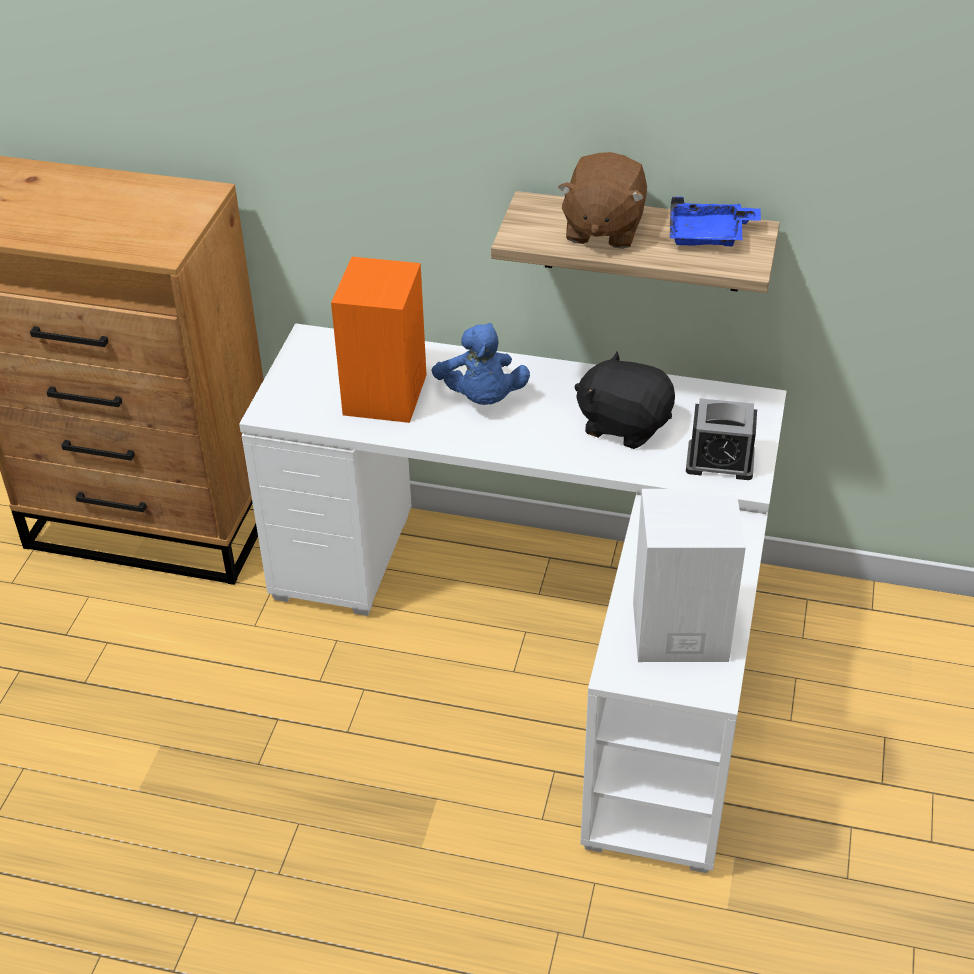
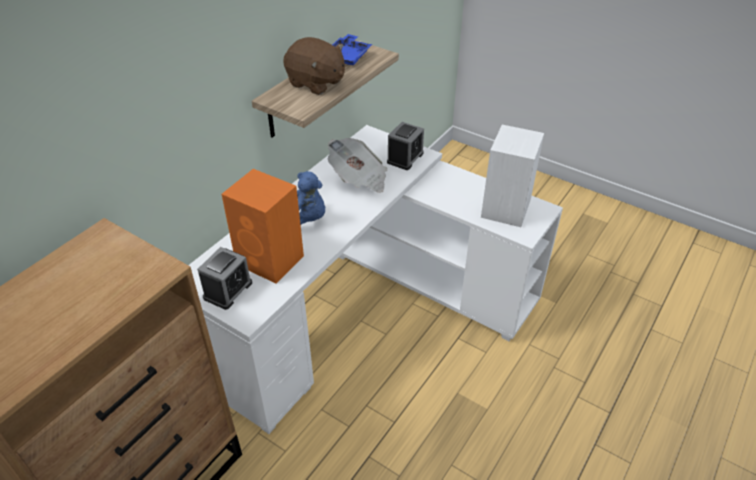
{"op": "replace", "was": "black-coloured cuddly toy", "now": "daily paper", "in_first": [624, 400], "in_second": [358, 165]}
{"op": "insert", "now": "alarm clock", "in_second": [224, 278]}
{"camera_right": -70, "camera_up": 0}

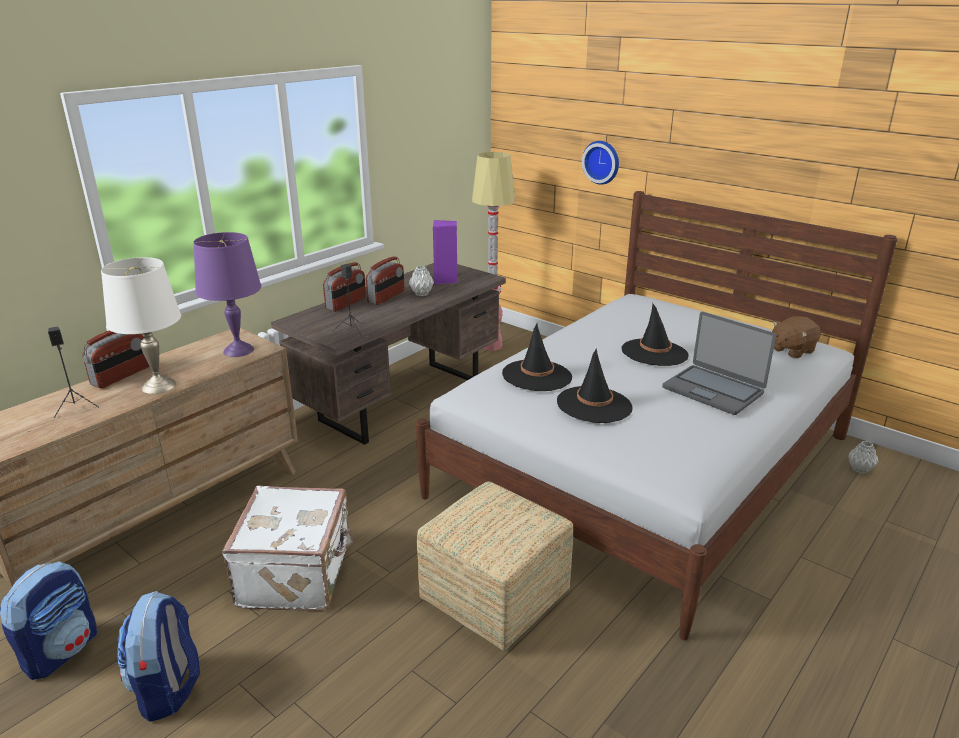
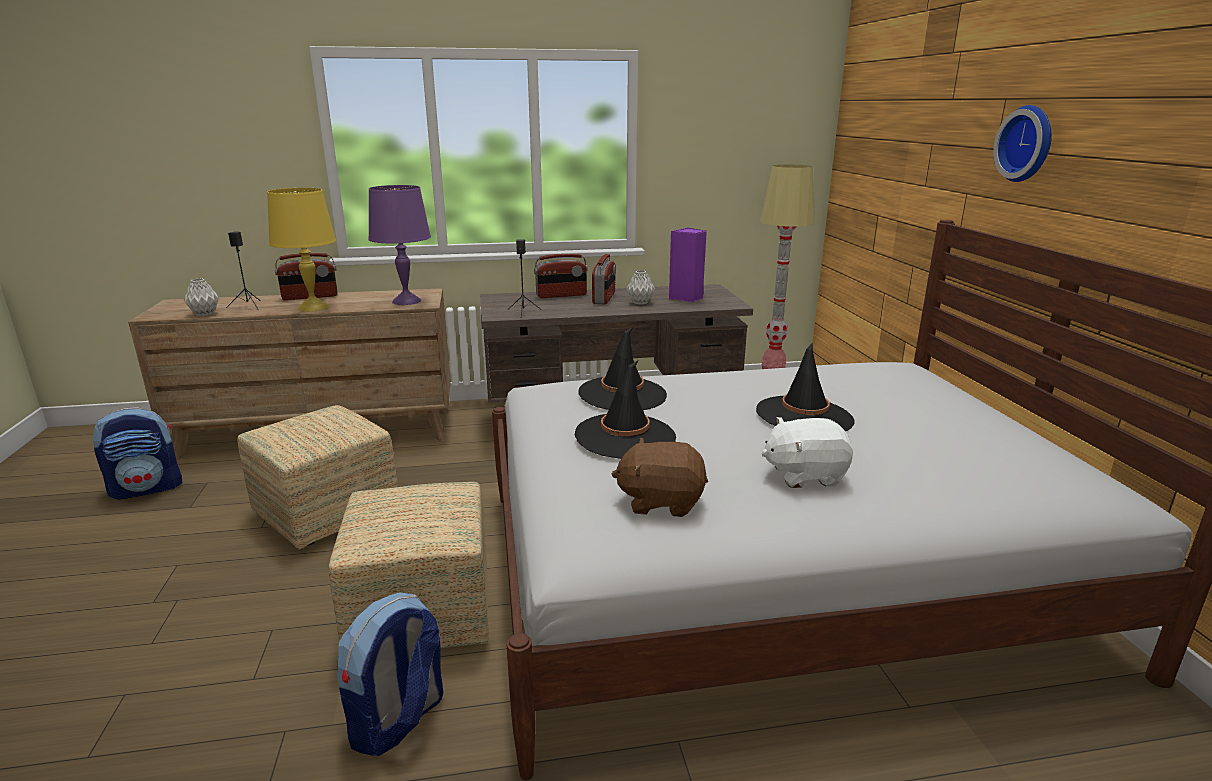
{"op": "recolor", "was": "whitish tabletop lamp", "now": "yellowish tabletop lamp", "in_first": [141, 325], "in_second": [301, 250]}
{"op": "move", "was": "rucksack", "in_first": [158, 656], "in_second": [390, 674]}
{"op": "replace", "was": "whitish travel case", "now": "pouffe", "in_first": [288, 548], "in_second": [317, 477]}
{"op": "rotate", "was": "radio set", "in_first": [385, 280], "in_second": [604, 279], "clockwise": -60}
{"op": "move", "was": "clock on the wall", "in_first": [600, 163], "in_second": [1022, 143]}
{"op": "replace", "was": "portable computer", "now": "whitish cuddly toy", "in_first": [719, 363], "in_second": [807, 452]}
{"op": "move", "was": "brownish cuddly toy", "in_first": [796, 337], "in_second": [660, 477]}
{"op": "move", "was": "gray decorative vase", "in_first": [863, 457], "in_second": [201, 297]}
{"camera_right": 40, "camera_up": -5}

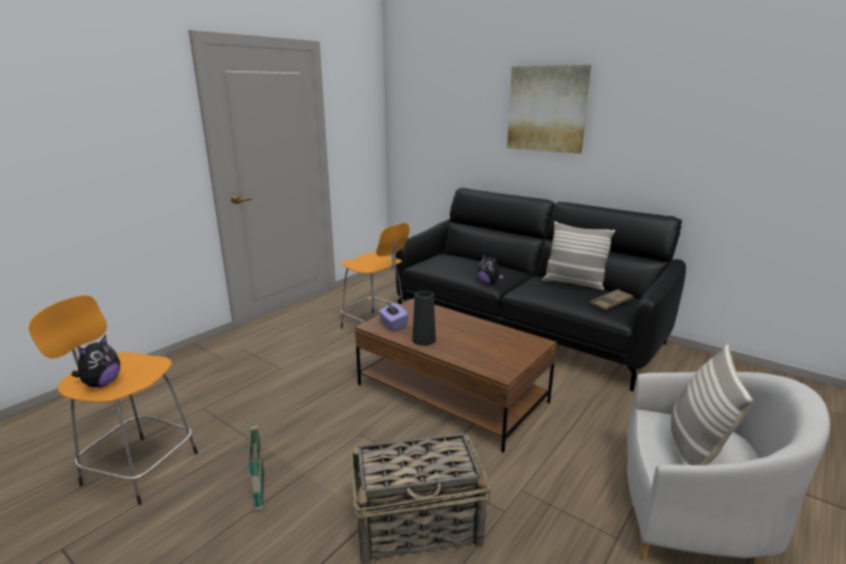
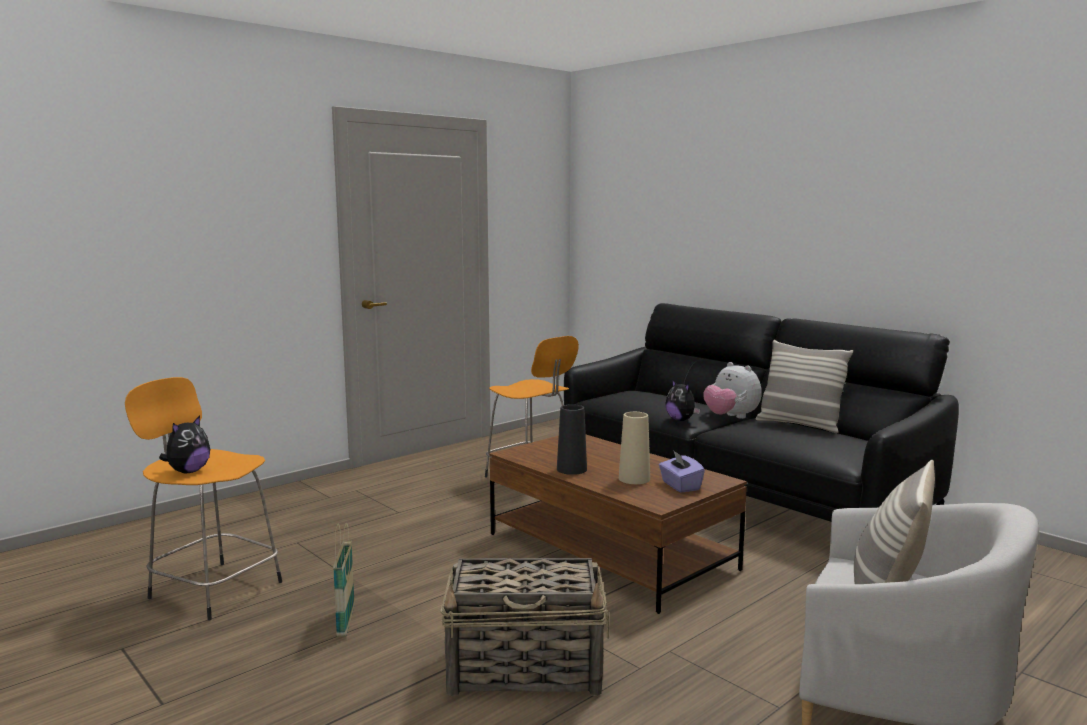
{"op": "move", "was": "purple box of tissues", "in_first": [393, 317], "in_second": [682, 471]}
{"op": "delete", "was": "wall picture", "in_first": [549, 109]}
{"op": "delete", "was": "brownish carrying tray", "in_first": [611, 300]}
{"op": "insert", "now": "sand-coloured decorative vase", "in_second": [634, 448]}
{"op": "insert", "now": "cuddly toy", "in_second": [732, 390]}
{"camera_right": 10, "camera_up": -10}

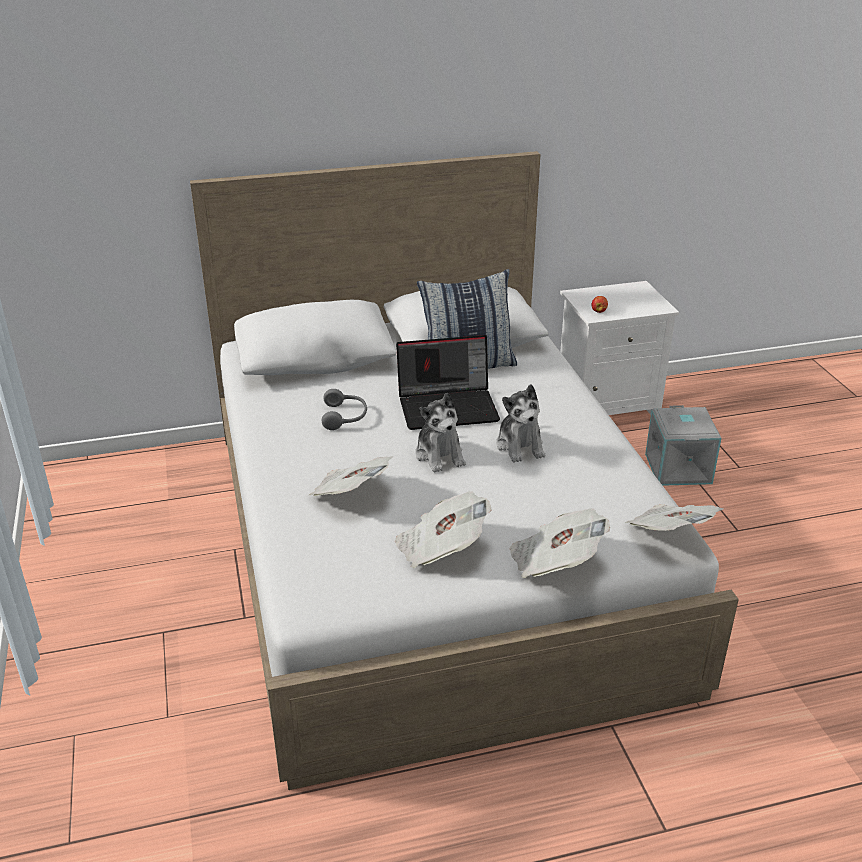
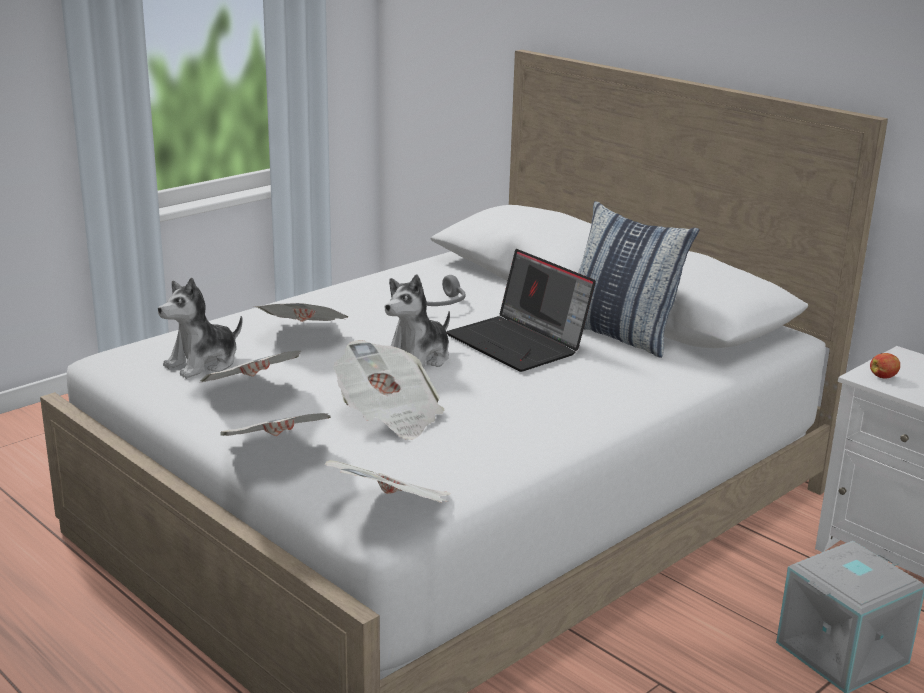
{"op": "move", "was": "cuddly toy", "in_first": [520, 423], "in_second": [200, 328]}
{"op": "insert", "now": "daily paper", "in_second": [389, 390]}
{"camera_right": 60, "camera_up": -10}

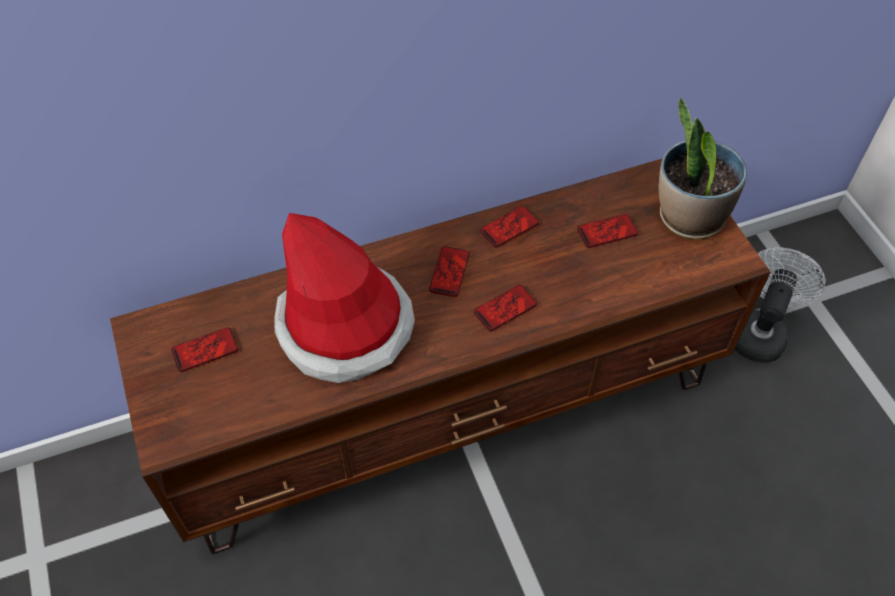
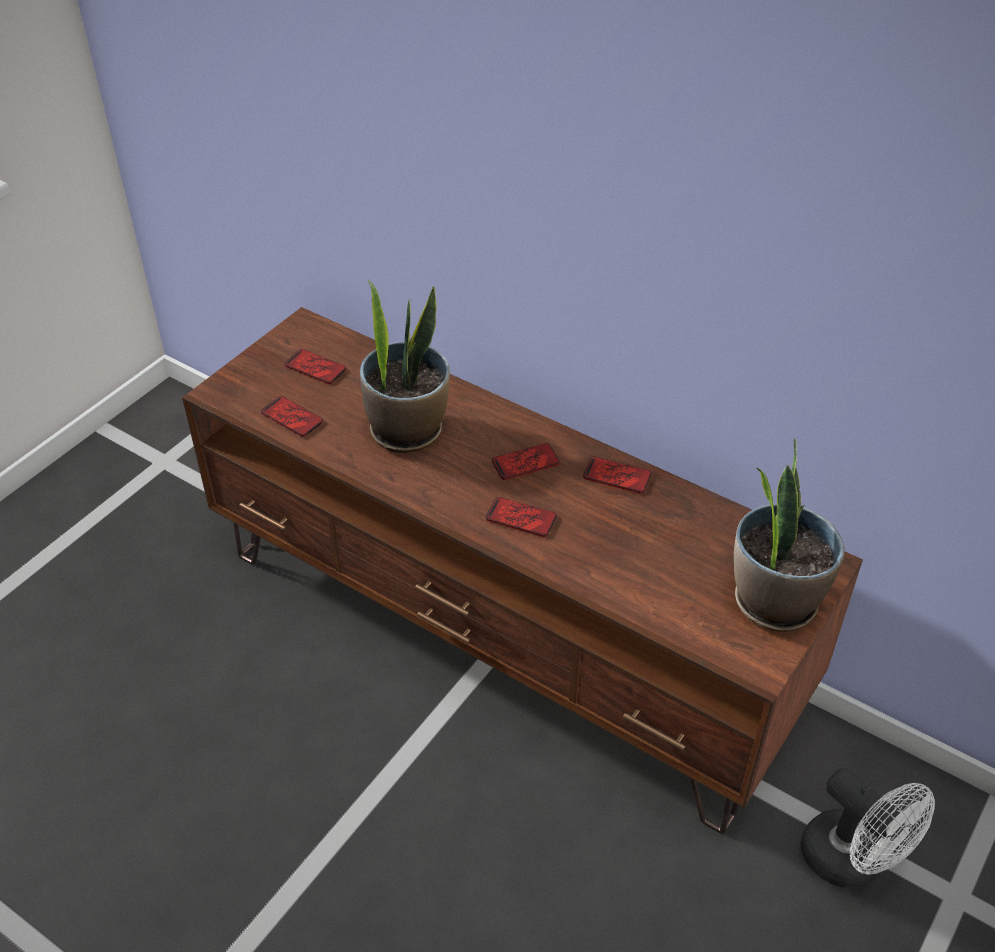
{"op": "replace", "was": "clothing hat", "now": "potted plant", "in_first": [344, 298], "in_second": [405, 366]}
{"op": "move", "was": "telephone", "in_first": [607, 231], "in_second": [292, 416]}
{"op": "rotate", "was": "whitish cooling fan", "in_first": [780, 305], "in_second": [867, 827], "clockwise": 60}
{"camera_right": 55, "camera_up": -10}

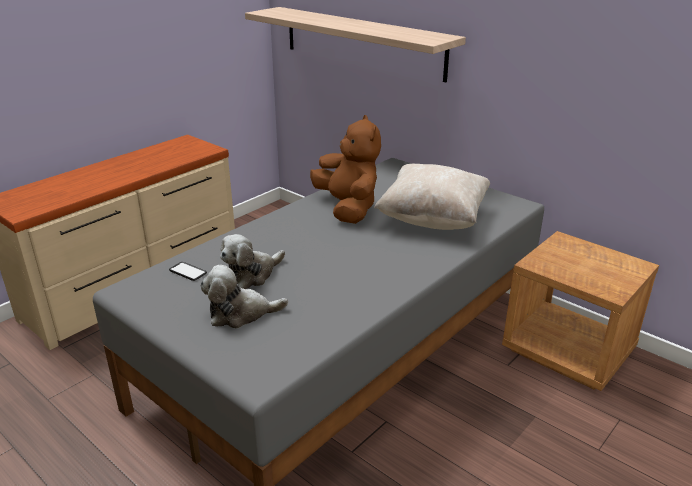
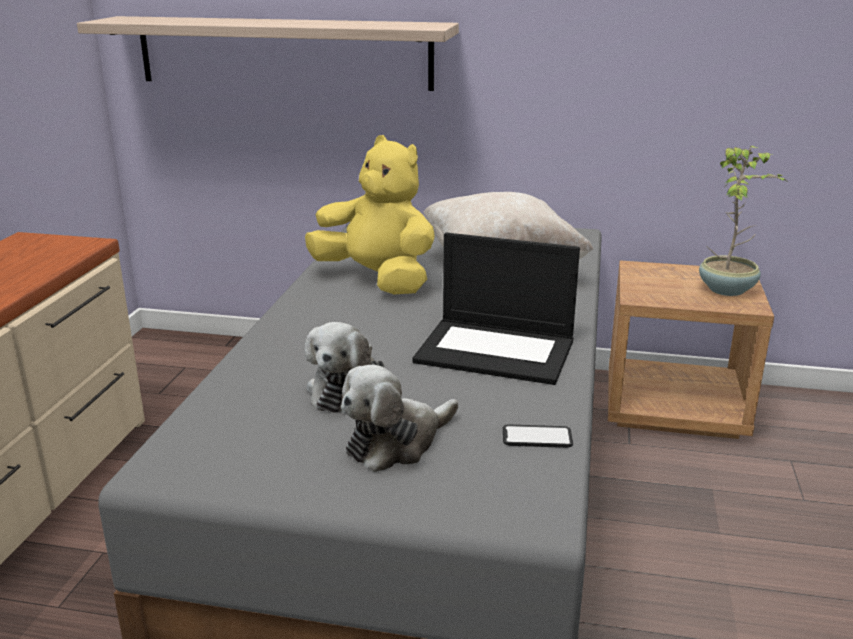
{"op": "move", "was": "telephone", "in_first": [188, 271], "in_second": [538, 436]}
{"op": "recolor", "was": "brownish cuddly toy", "now": "yellowish cuddly toy", "in_first": [345, 169], "in_second": [370, 214]}
{"op": "insert", "now": "portable computer", "in_second": [496, 309]}
{"op": "insert", "now": "potted plant", "in_second": [744, 221]}
{"camera_right": -30, "camera_up": -5}

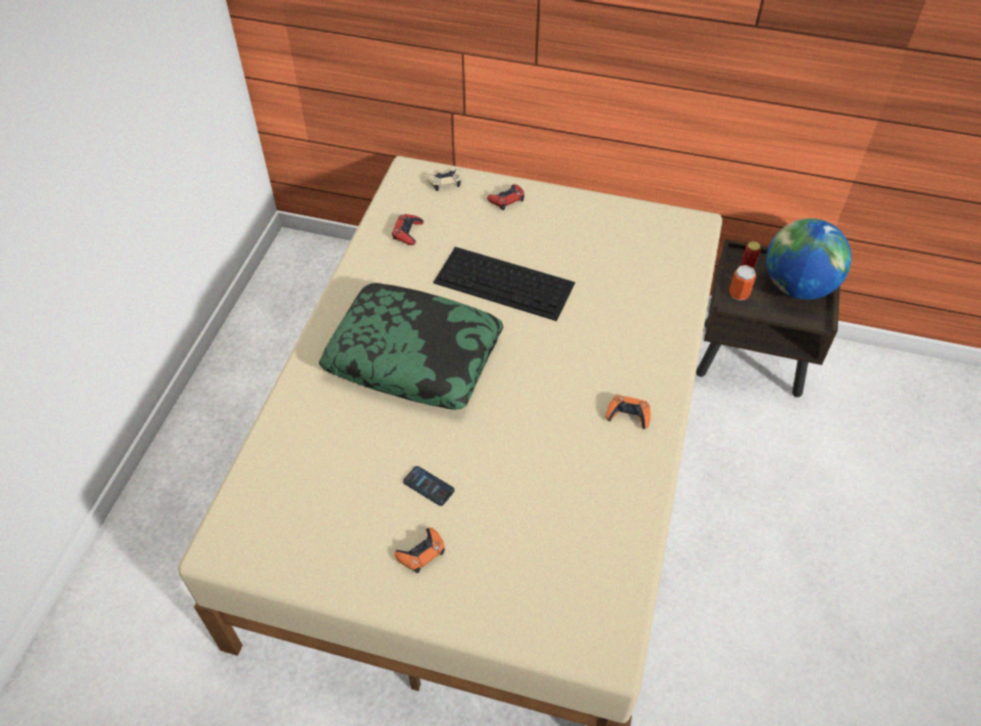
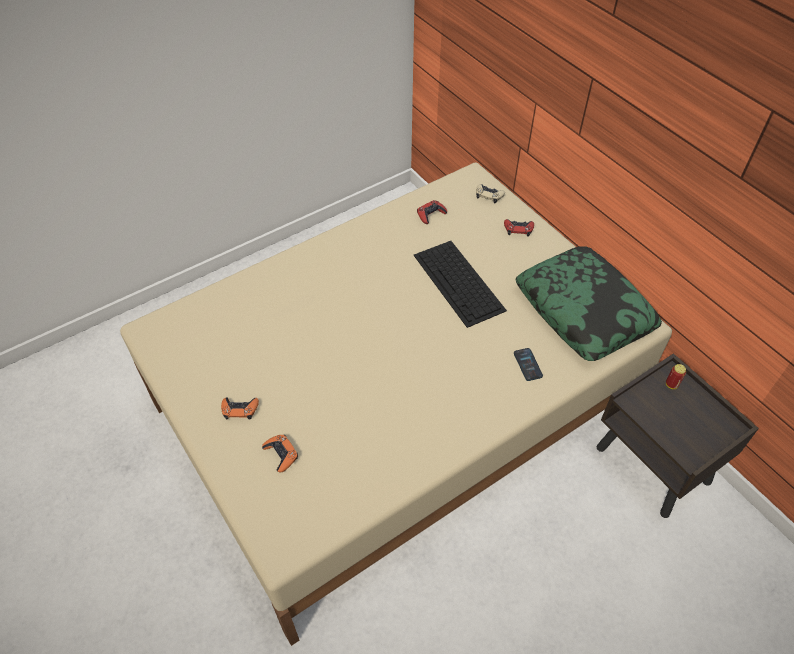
{"op": "move", "was": "cushion", "in_first": [411, 346], "in_second": [588, 303]}
{"op": "move", "was": "telephone", "in_first": [429, 486], "in_second": [528, 364]}
{"op": "move", "was": "orange-coloured joypad", "in_first": [628, 412], "in_second": [280, 454]}
{"op": "delete", "was": "metal can", "in_first": [742, 282]}
{"op": "delete", "was": "desk globe", "in_first": [809, 259]}
{"camera_right": 40, "camera_up": 0}

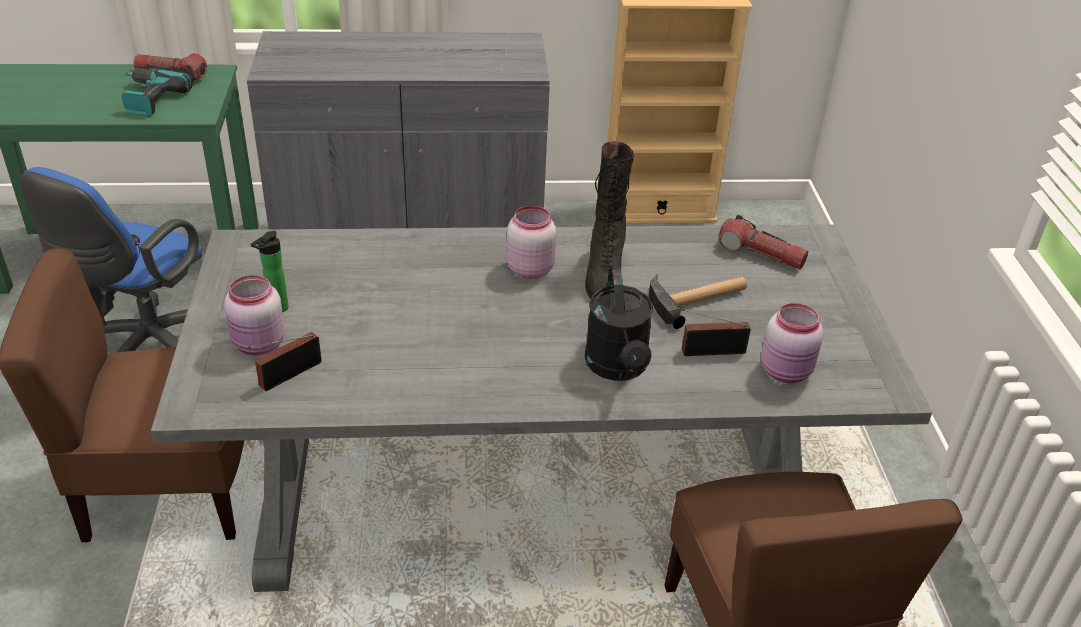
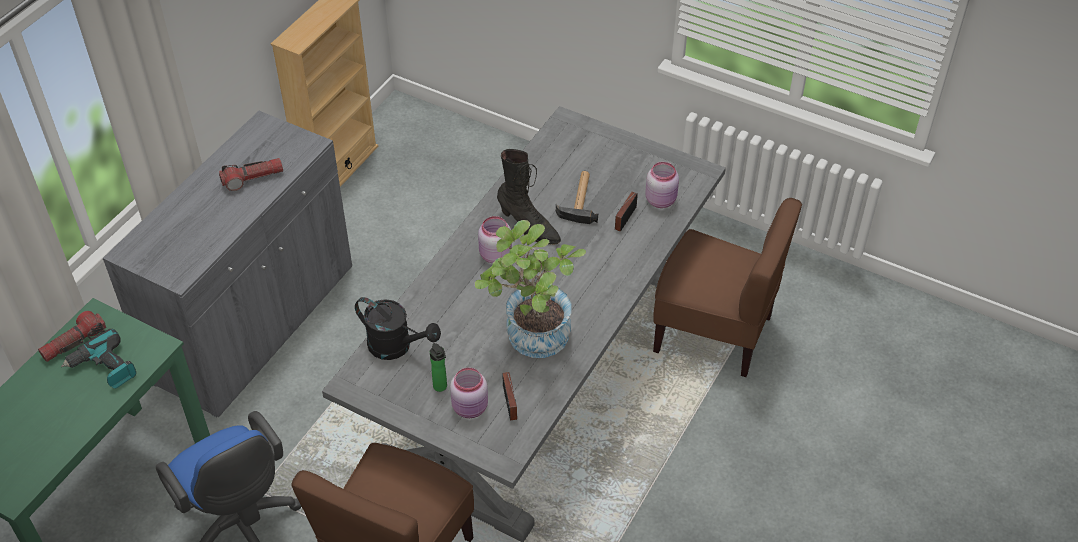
{"op": "move", "was": "black-coloured watering can", "in_first": [619, 324], "in_second": [398, 328]}
{"op": "move", "was": "torch", "in_first": [764, 242], "in_second": [251, 174]}
{"op": "insert", "now": "potted plant", "in_second": [530, 289]}
{"camera_right": -55, "camera_up": 10}

